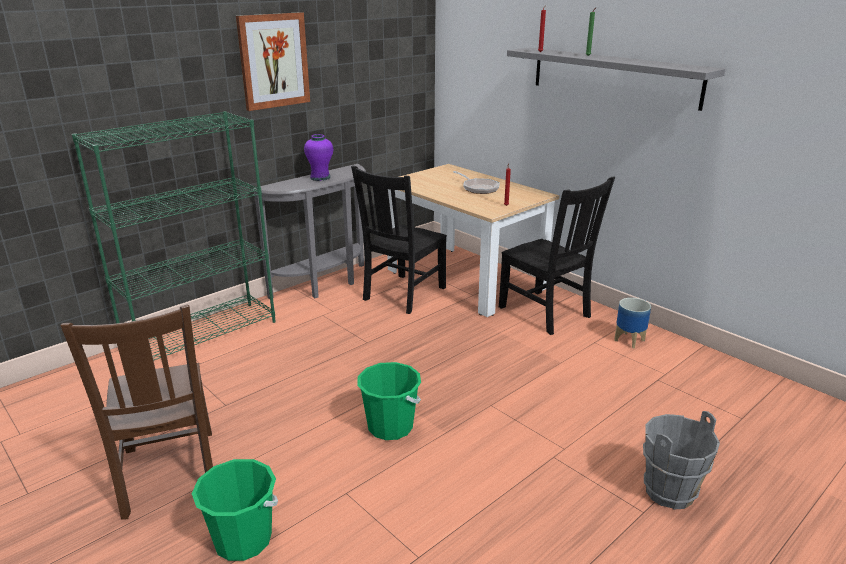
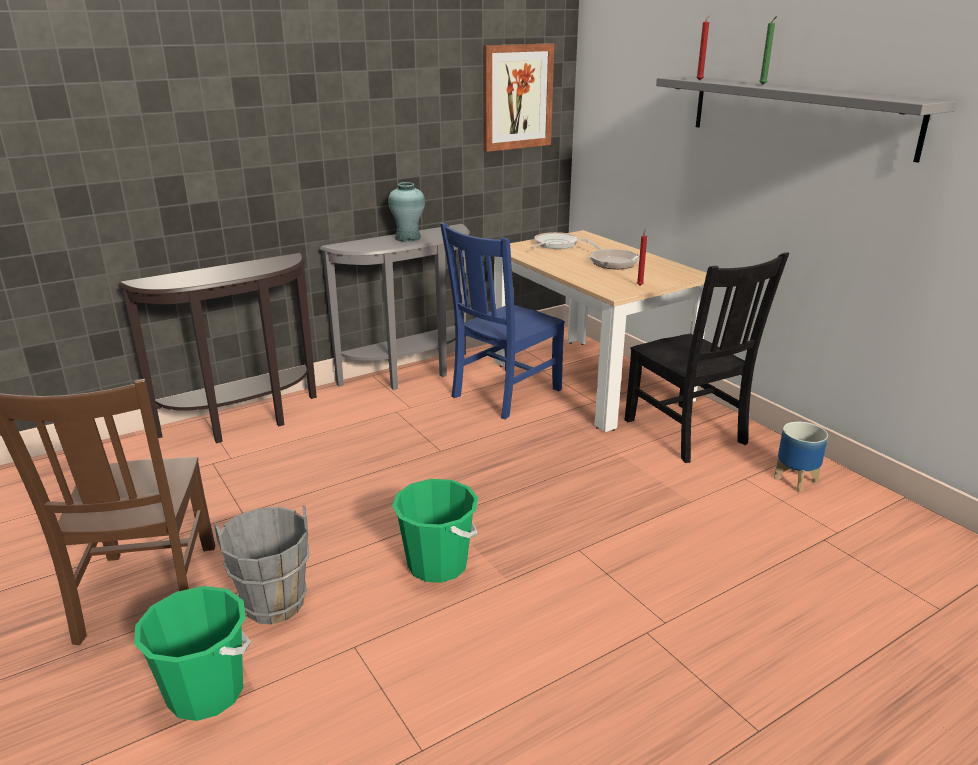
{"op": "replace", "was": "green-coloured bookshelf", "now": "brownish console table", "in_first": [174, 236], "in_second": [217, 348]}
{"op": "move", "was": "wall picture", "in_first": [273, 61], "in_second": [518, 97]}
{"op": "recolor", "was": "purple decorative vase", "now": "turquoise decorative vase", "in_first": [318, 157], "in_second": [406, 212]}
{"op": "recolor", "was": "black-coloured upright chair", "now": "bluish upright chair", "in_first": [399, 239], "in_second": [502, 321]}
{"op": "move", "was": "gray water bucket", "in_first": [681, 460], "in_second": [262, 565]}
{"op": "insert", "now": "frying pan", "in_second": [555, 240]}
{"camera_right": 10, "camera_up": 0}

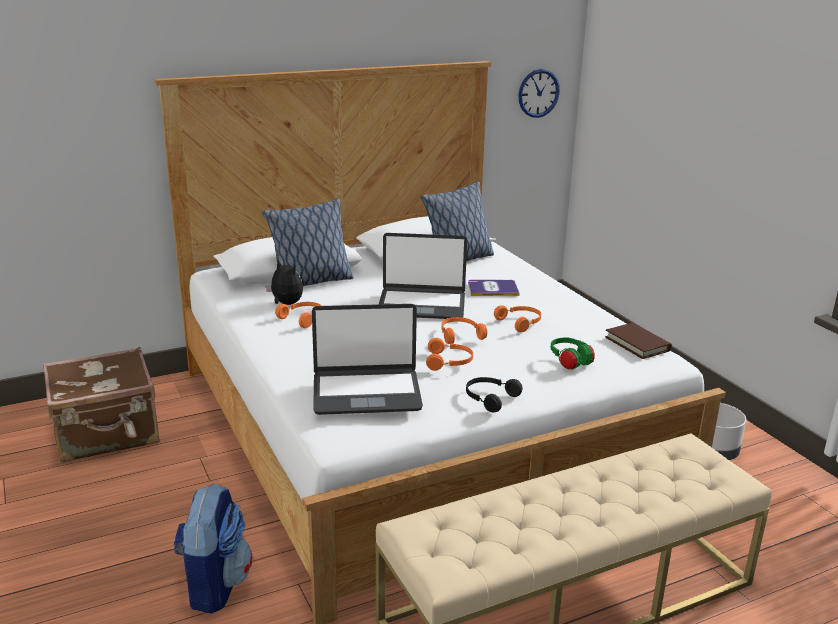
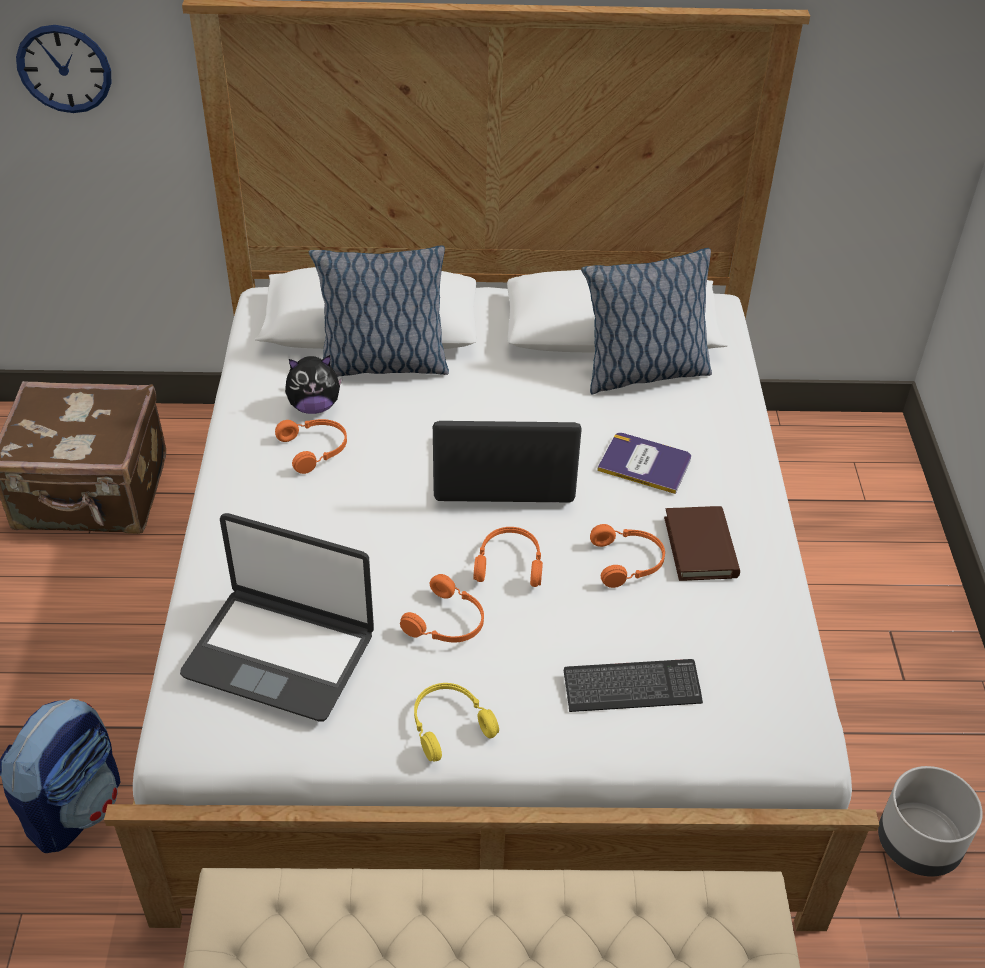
{"op": "rotate", "was": "cuddly toy", "in_first": [284, 282], "in_second": [314, 384], "clockwise": 105}
{"op": "rotate", "was": "portable computer", "in_first": [423, 276], "in_second": [507, 461], "clockwise": 150}
{"op": "recolor", "was": "black-coloured headset", "now": "yellowish headset", "in_first": [494, 394], "in_second": [456, 722]}
{"op": "move", "was": "clock on the wall", "in_first": [539, 93], "in_second": [63, 69]}
{"op": "replace", "was": "green-coloured headset", "now": "computer keyboard", "in_first": [573, 353], "in_second": [633, 685]}
{"op": "move", "was": "brownish book", "in_first": [638, 341], "in_second": [702, 543]}
{"camera_right": 25, "camera_up": 20}

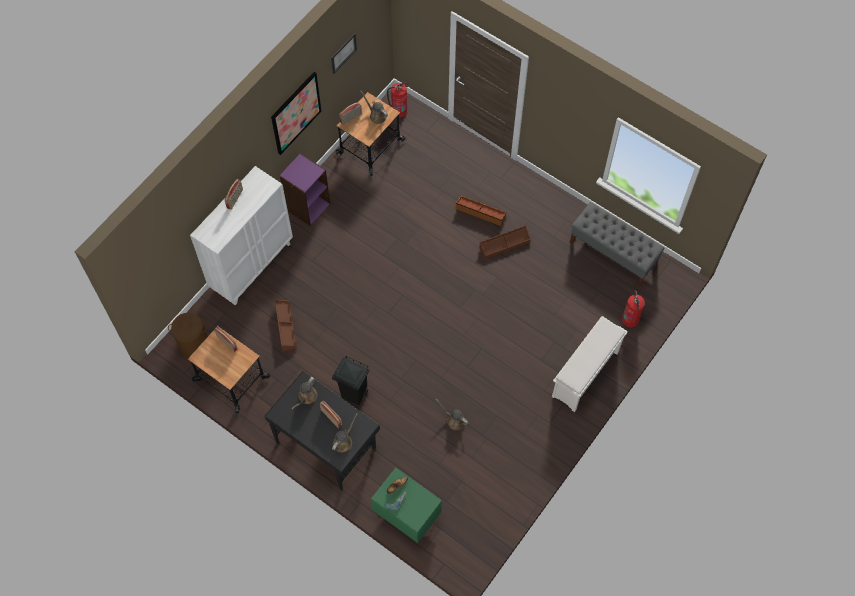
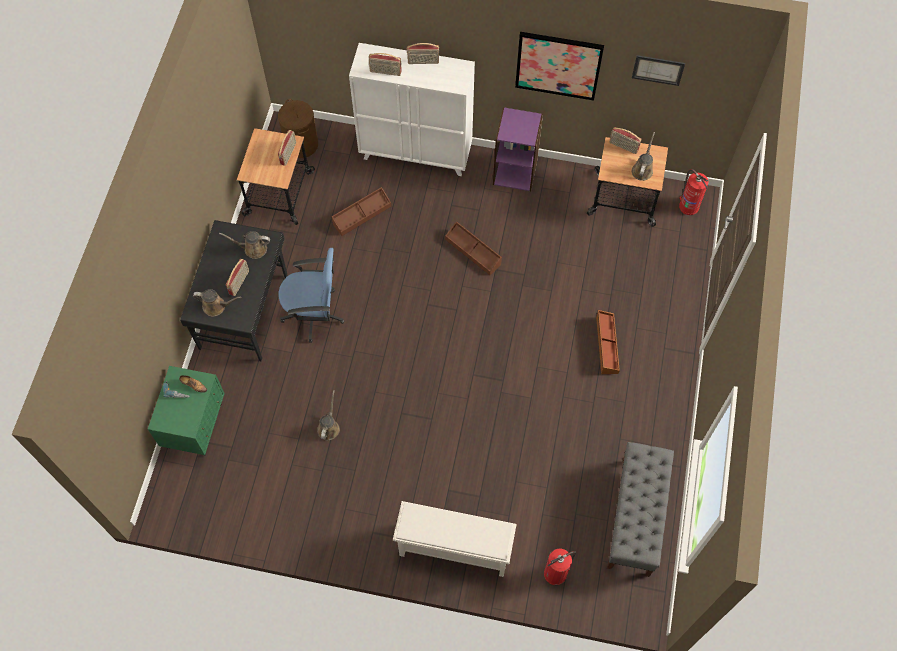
{"op": "replace", "was": "black-coloured trash can", "now": "bluish desk chair", "in_first": [350, 380], "in_second": [311, 295]}
{"op": "move", "was": "brownish storage container", "in_first": [505, 242], "in_second": [473, 248]}
{"op": "insert", "now": "radio set", "in_second": [385, 64]}
{"camera_right": 65, "camera_up": 0}

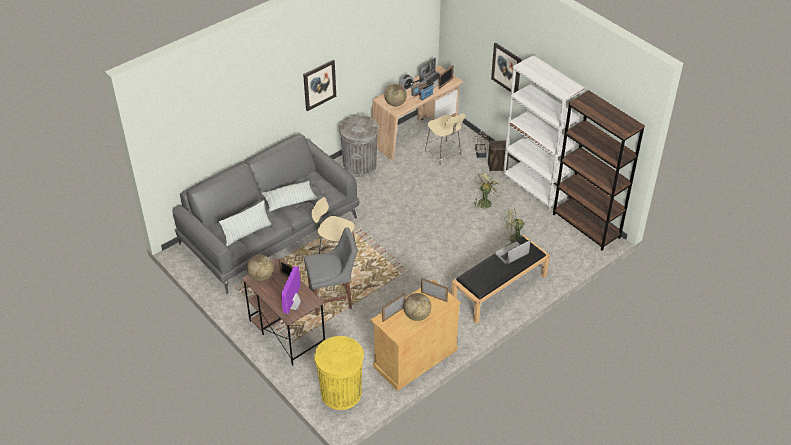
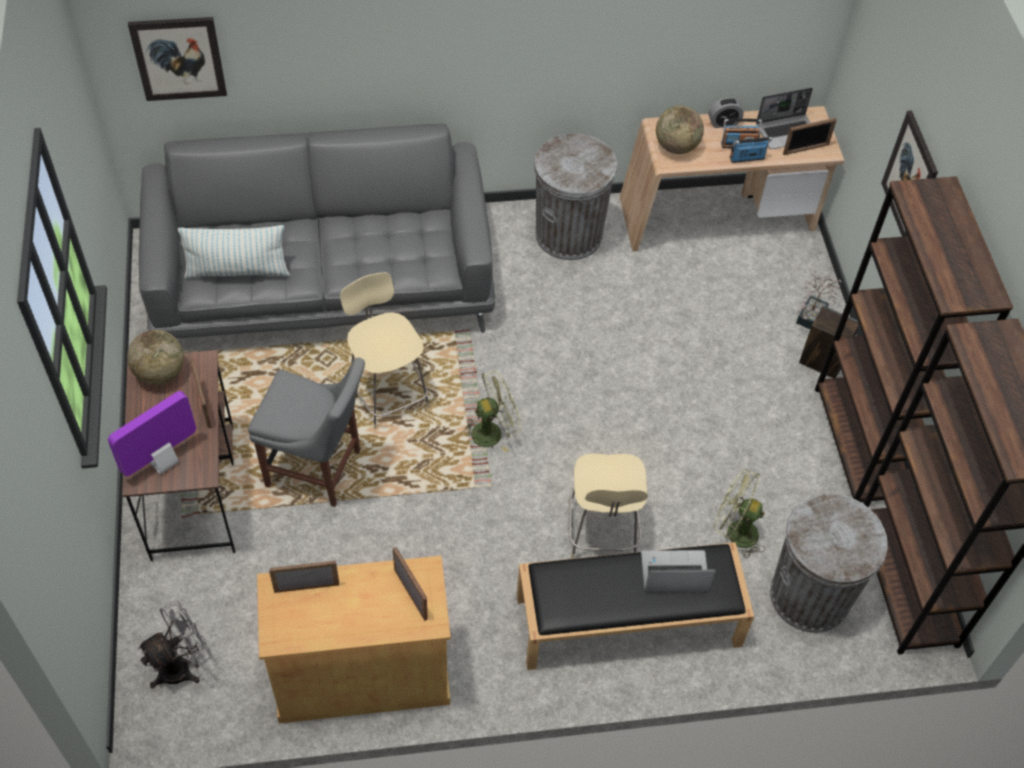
{"op": "delete", "was": "cushion", "in_first": [290, 196]}
{"op": "move", "was": "wall picture", "in_first": [319, 85], "in_second": [177, 59]}
{"op": "replace", "was": "yellowish trash can", "now": "gray cooling fan", "in_first": [339, 373], "in_second": [175, 644]}
{"op": "delete", "was": "desk globe", "in_first": [417, 307]}
{"op": "move", "was": "sand-coloured upright chair", "in_first": [445, 140], "in_second": [608, 506]}
{"op": "move", "was": "green-coloured cooling fan", "in_first": [488, 190], "in_second": [491, 411]}
{"op": "recolor", "was": "whitish bookshelf", "now": "brownish bookshelf", "in_first": [544, 133], "in_second": [914, 339]}
{"op": "insert", "now": "gray trash can", "in_second": [829, 563]}
{"camera_right": 30, "camera_up": 10}

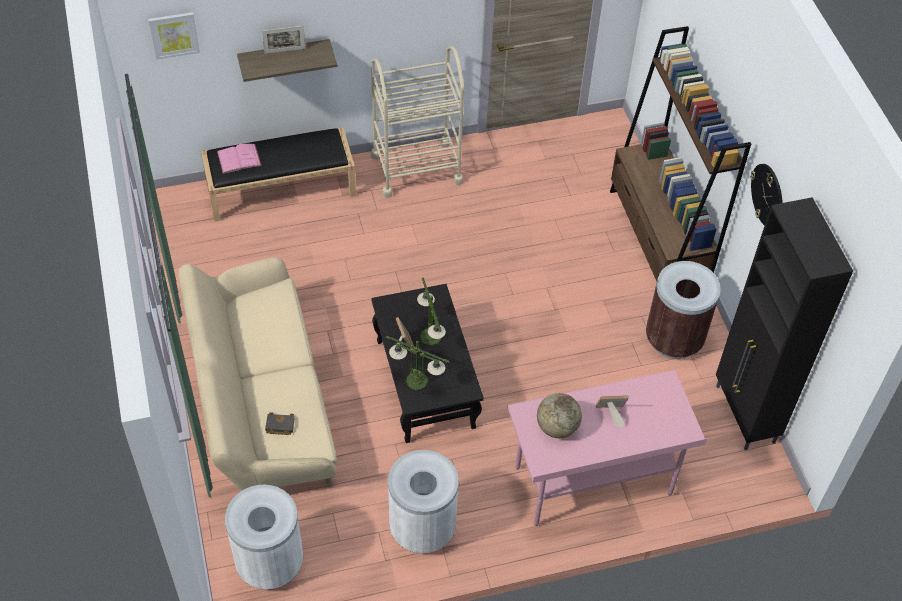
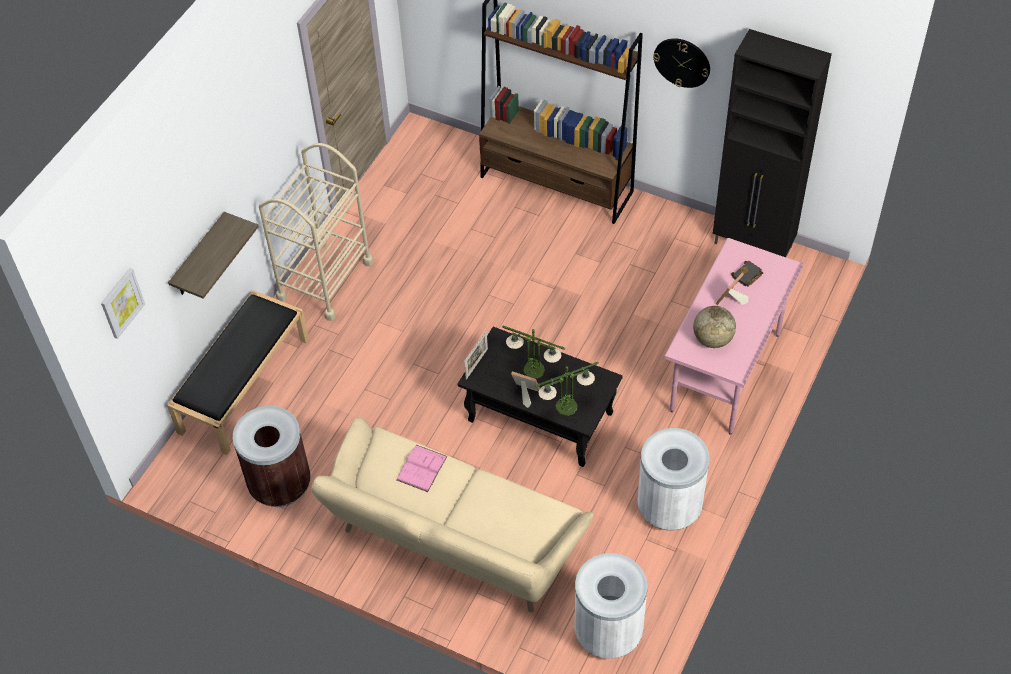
{"op": "move", "was": "pink-coloured book", "in_first": [239, 159], "in_second": [422, 468]}
{"op": "move", "was": "picture frame", "in_first": [284, 40], "in_second": [476, 355]}
{"op": "move", "was": "black-coloured book", "in_first": [280, 423], "in_second": [747, 273]}
{"op": "move", "was": "brownish trash can", "in_first": [683, 310], "in_second": [272, 456]}
{"camera_right": -45, "camera_up": 0}

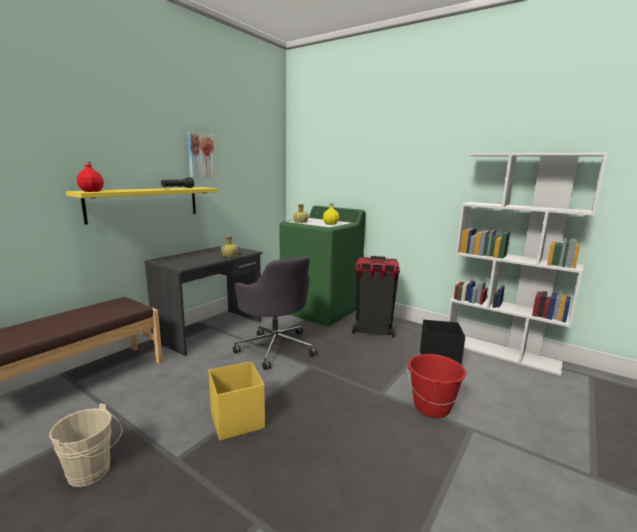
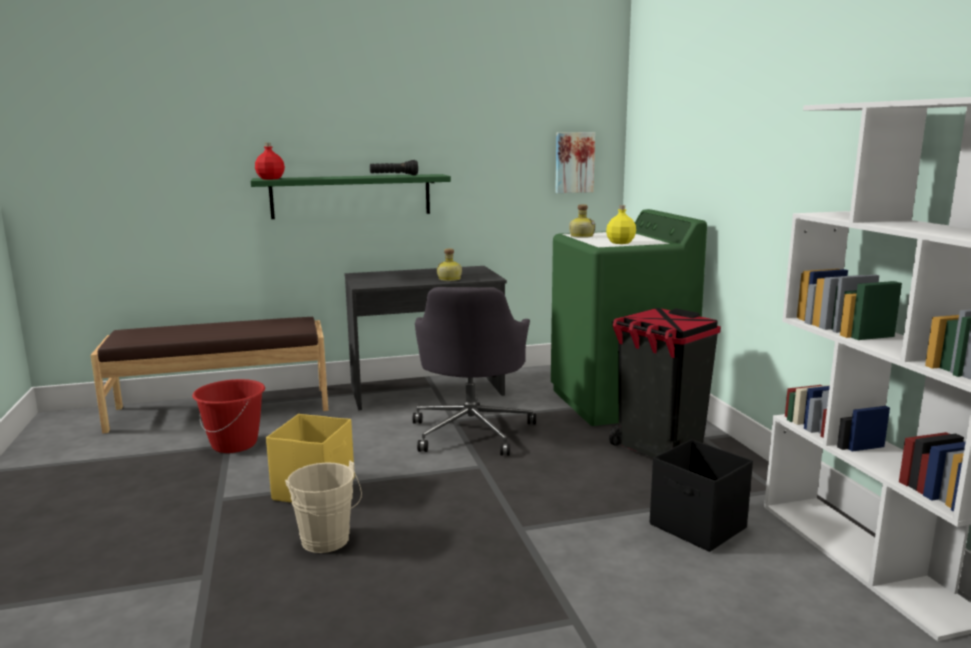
{"op": "move", "was": "sand-coloured water bucket", "in_first": [85, 445], "in_second": [323, 507]}
{"op": "recolor", "was": "yellowish bracket shelf", "now": "green-coloured bracket shelf", "in_first": [142, 206], "in_second": [351, 196]}
{"op": "move", "was": "wall picture", "in_first": [201, 154], "in_second": [575, 162]}
{"op": "move", "was": "red-coloured water bucket", "in_first": [437, 386], "in_second": [228, 416]}
{"camera_right": 40, "camera_up": 0}

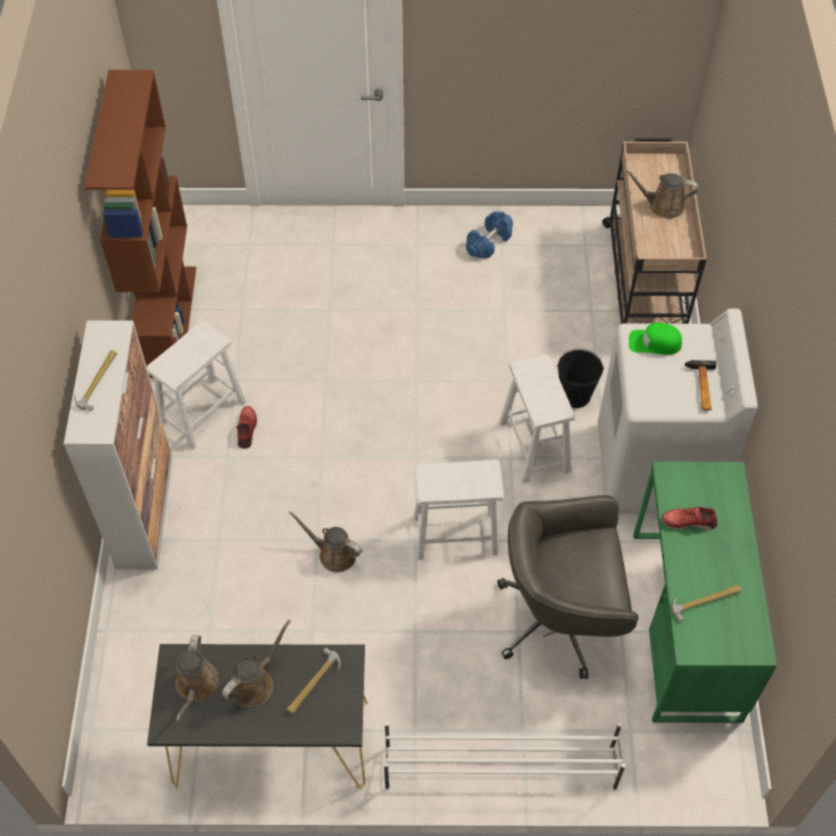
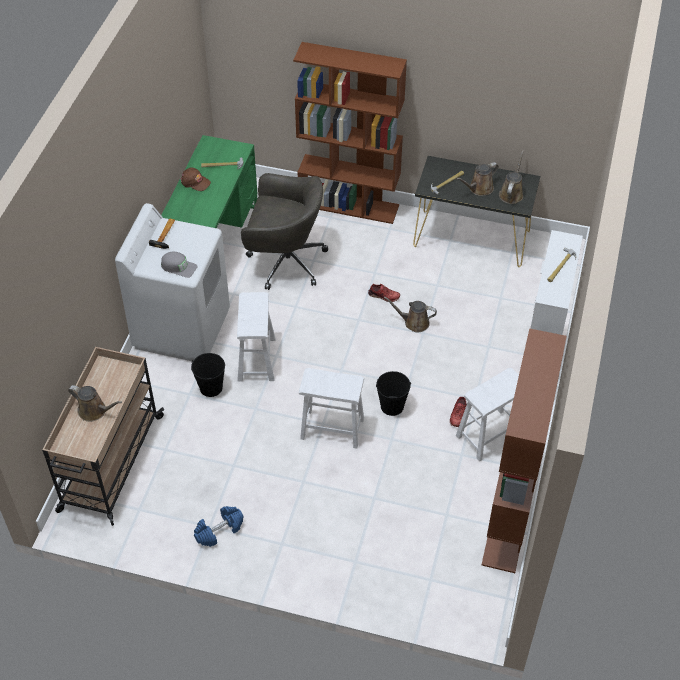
{"op": "rotate", "was": "brownish watering can", "in_first": [325, 541], "in_second": [410, 314], "clockwise": 150}
{"op": "replace", "was": "whitish shoe rack", "now": "brownish bookshelf", "in_first": [505, 756], "in_second": [350, 133]}
{"op": "move", "was": "whitish stool seat", "in_first": [459, 510], "in_second": [331, 408]}
{"op": "recolor", "was": "green-coloured cap", "now": "gray cap", "in_first": [655, 339], "in_second": [179, 265]}
{"op": "move", "was": "red-coloured item of footwear", "in_first": [689, 518], "in_second": [384, 293]}
{"op": "insert", "now": "brownish cap", "in_second": [195, 179]}
{"op": "insert", "now": "black-coloured water bucket", "in_second": [393, 393]}
{"camera_right": -165, "camera_up": -5}

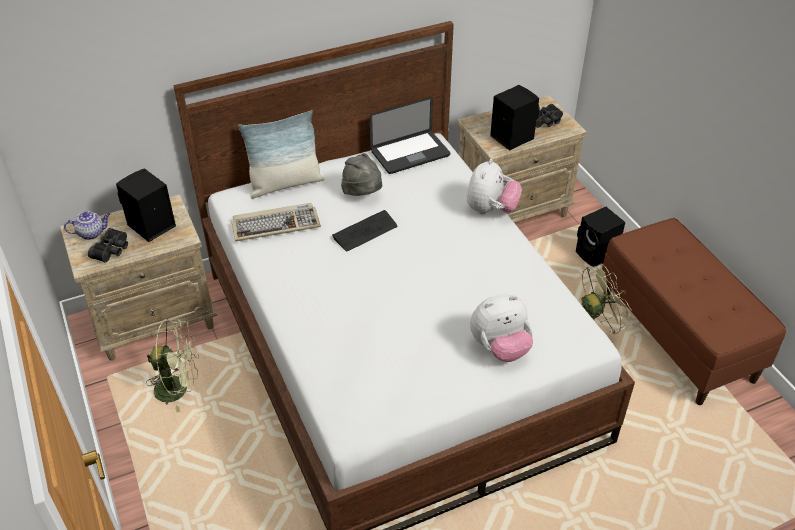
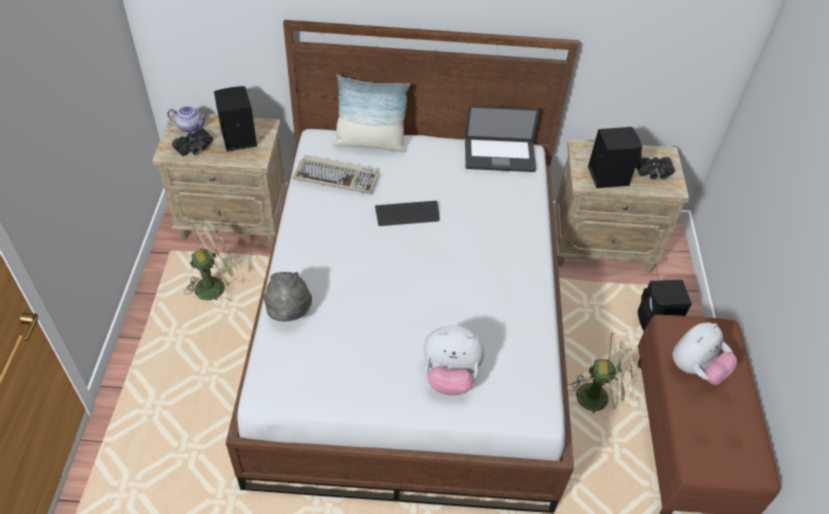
{"op": "rotate", "was": "green-coloured cooling fan", "in_first": [172, 366], "in_second": [211, 260], "clockwise": -60}
{"op": "move", "was": "gray clothing hat", "in_first": [361, 174], "in_second": [288, 296]}
{"op": "move", "was": "cuddly toy", "in_first": [494, 186], "in_second": [705, 354]}
{"camera_right": 25, "camera_up": 5}

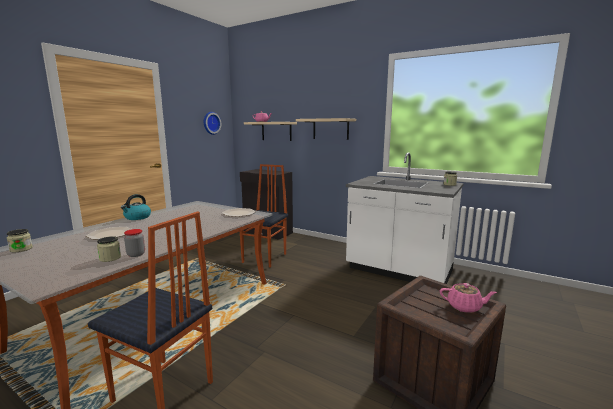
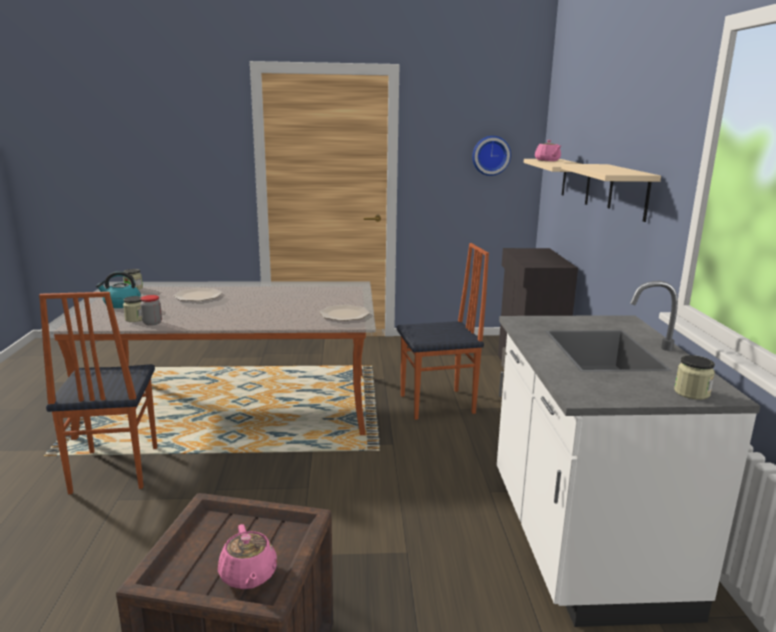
{"op": "move", "was": "water kettle", "in_first": [136, 207], "in_second": [118, 289]}
{"camera_right": 55, "camera_up": 5}

